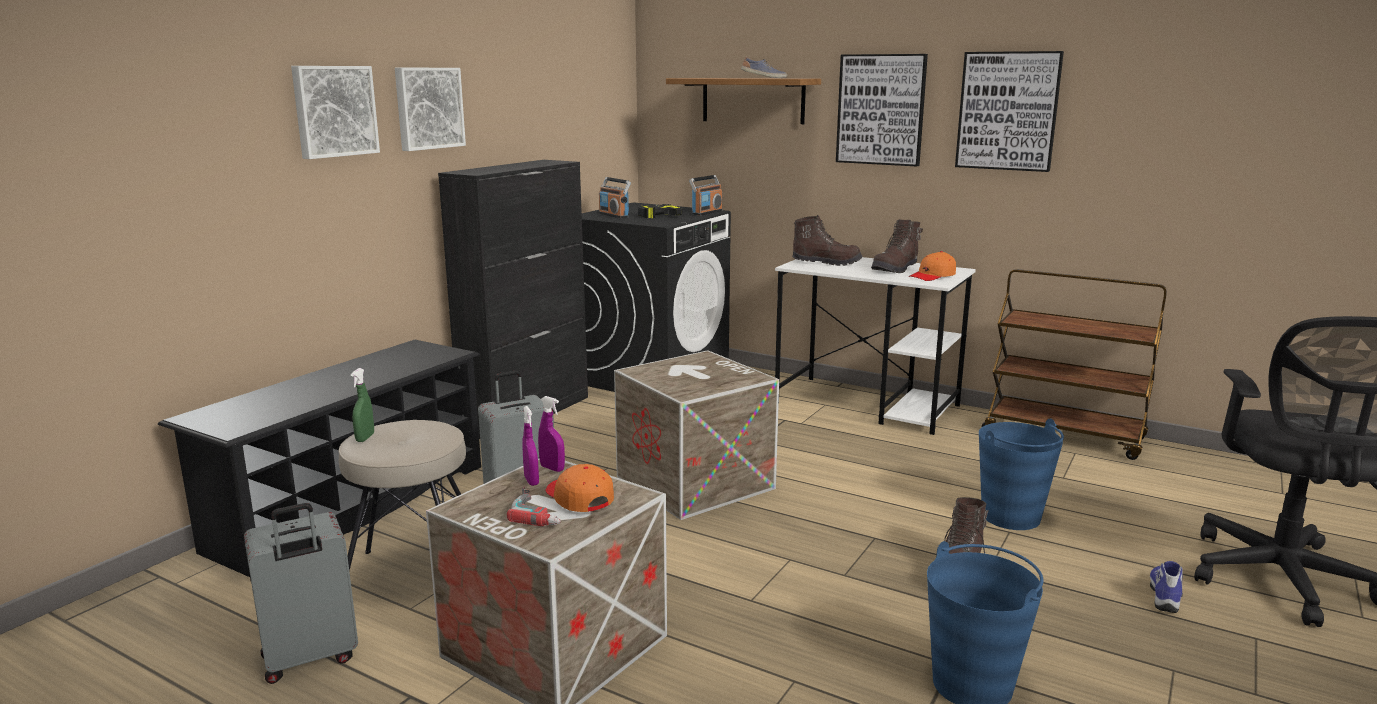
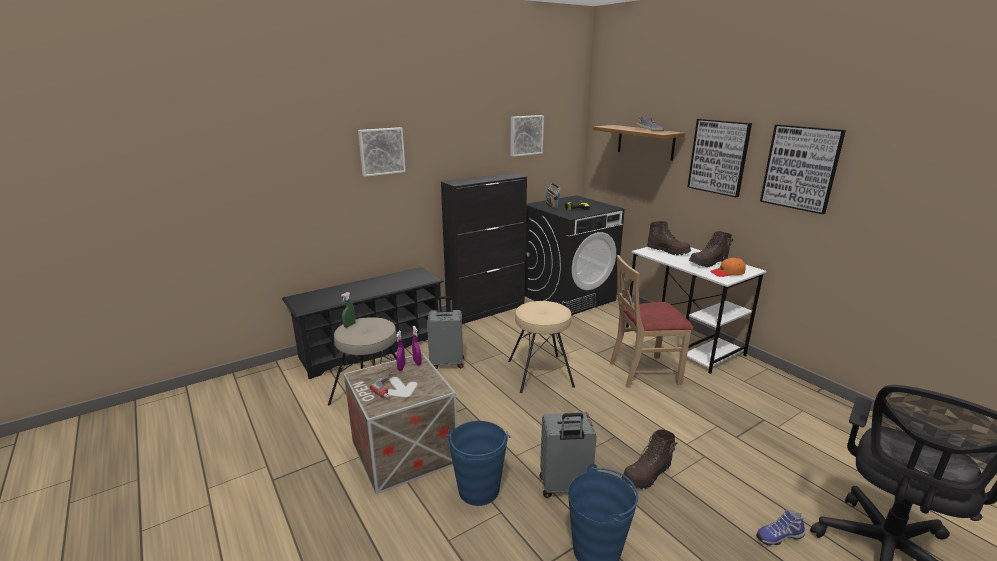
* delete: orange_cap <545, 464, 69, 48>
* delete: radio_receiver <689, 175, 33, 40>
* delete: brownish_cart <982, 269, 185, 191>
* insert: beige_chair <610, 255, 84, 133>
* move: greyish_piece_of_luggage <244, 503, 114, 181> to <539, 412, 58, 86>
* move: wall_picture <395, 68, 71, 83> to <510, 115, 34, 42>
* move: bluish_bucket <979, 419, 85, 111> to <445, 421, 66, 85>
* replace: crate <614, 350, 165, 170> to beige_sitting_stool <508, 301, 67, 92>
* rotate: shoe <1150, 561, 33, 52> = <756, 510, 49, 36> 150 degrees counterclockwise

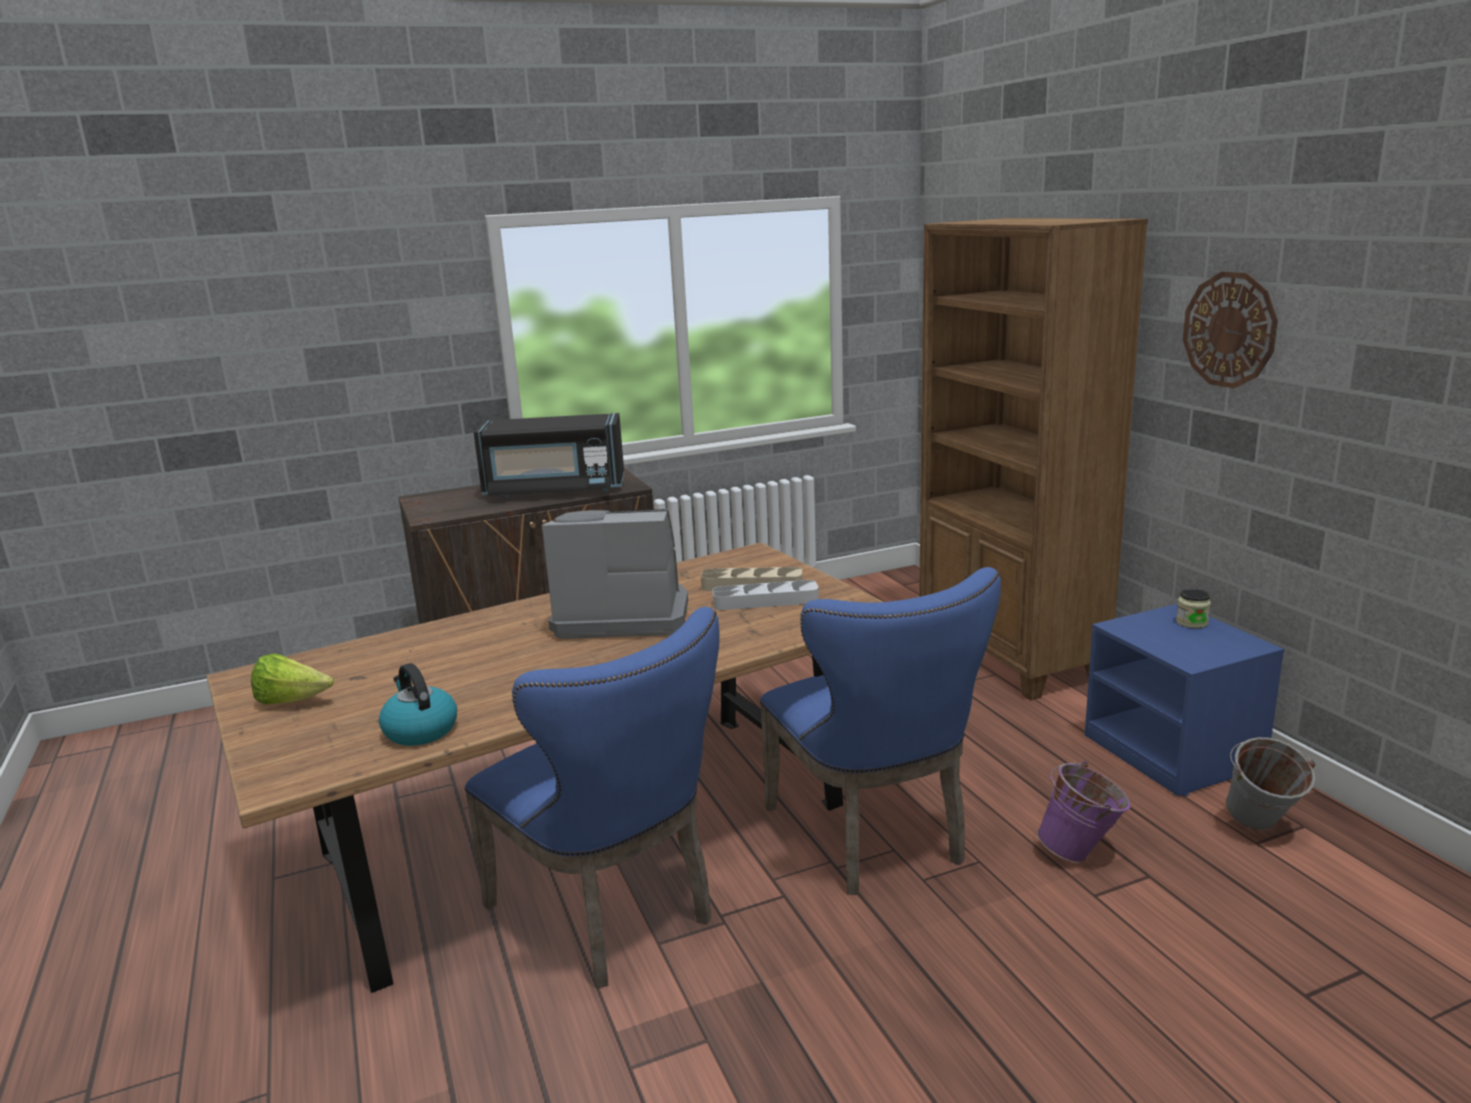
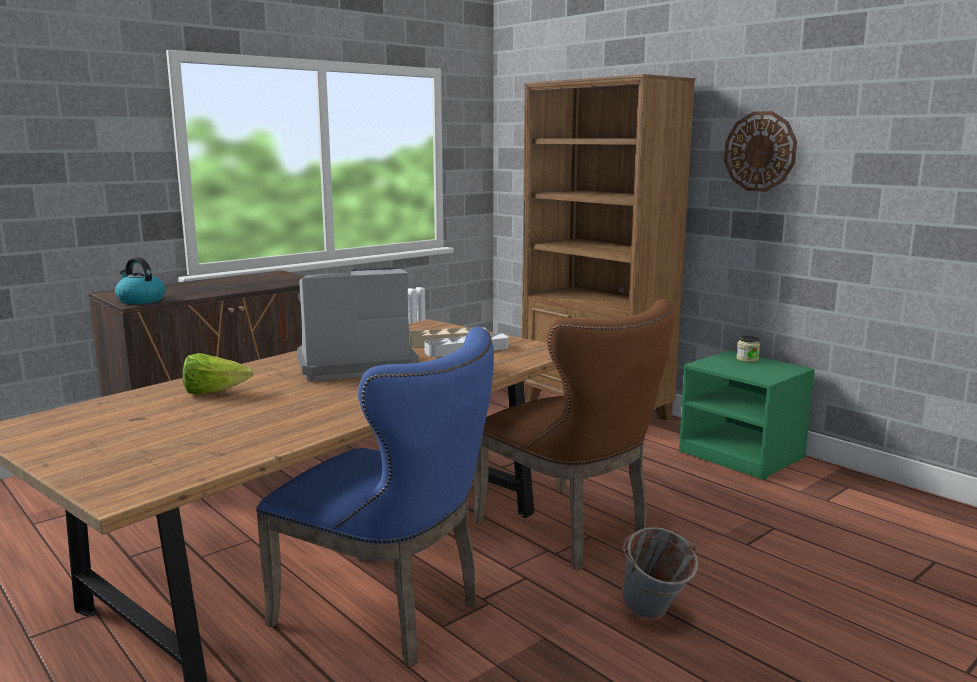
* delete: black-coloured_microwave_oven <474, 413, 150, 84>
* delete: purple_bucket <1037, 761, 94, 102>
* move: head_of_lettuce <251, 653, 83, 51> to <183, 353, 71, 42>
* move: kettle <379, 663, 78, 83> to <115, 257, 50, 47>
* move: greyish_bucket <1226, 737, 90, 94> to <621, 527, 77, 92>
* recolor: bluish_chair <760, 567, 241, 328> to brownish_chair <473, 299, 201, 271>
* recolor: bluish_night_table <1085, 604, 199, 192> to greenish_night_table <679, 350, 136, 129>

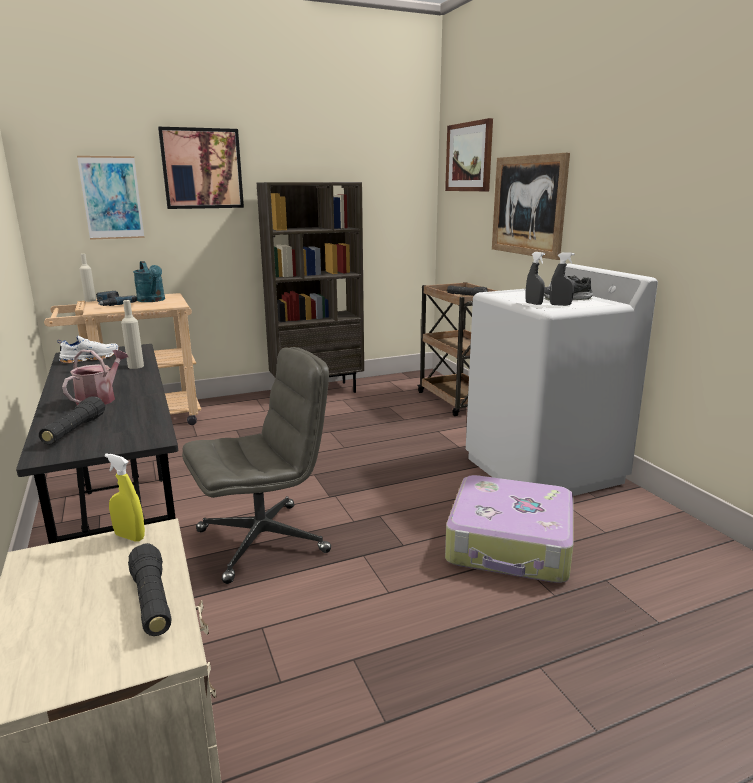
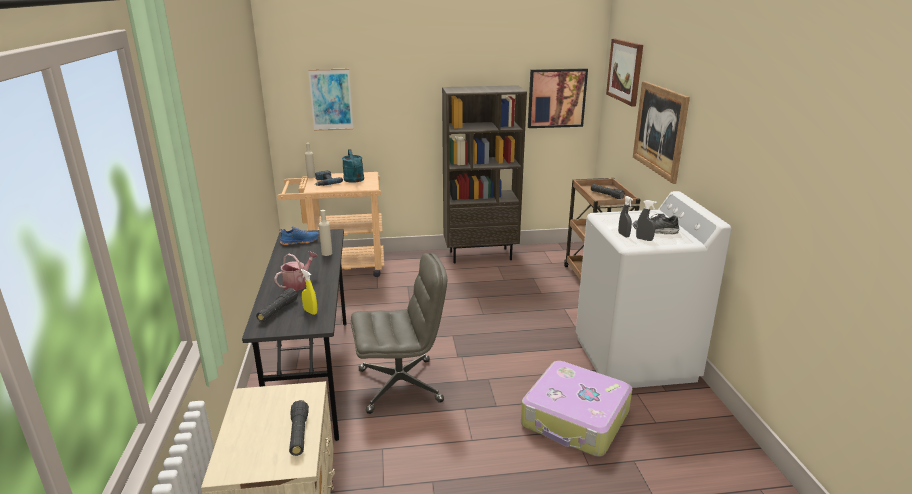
* move: yellow_spray_bottle <105, 453, 40, 89> to <301, 269, 17, 46>
* move: wall_picture <158, 127, 86, 82> to <528, 68, 60, 60>
* recolor: white_shoe <57, 336, 62, 27> to bluish_shoe <279, 226, 40, 19>

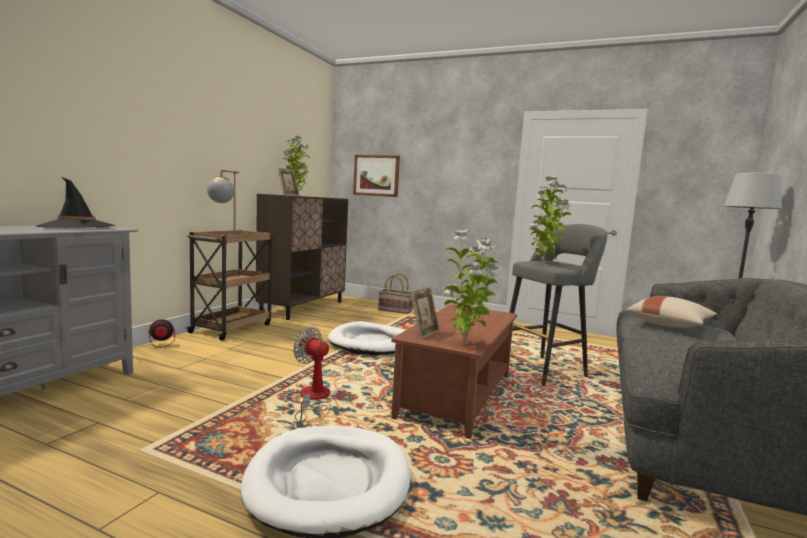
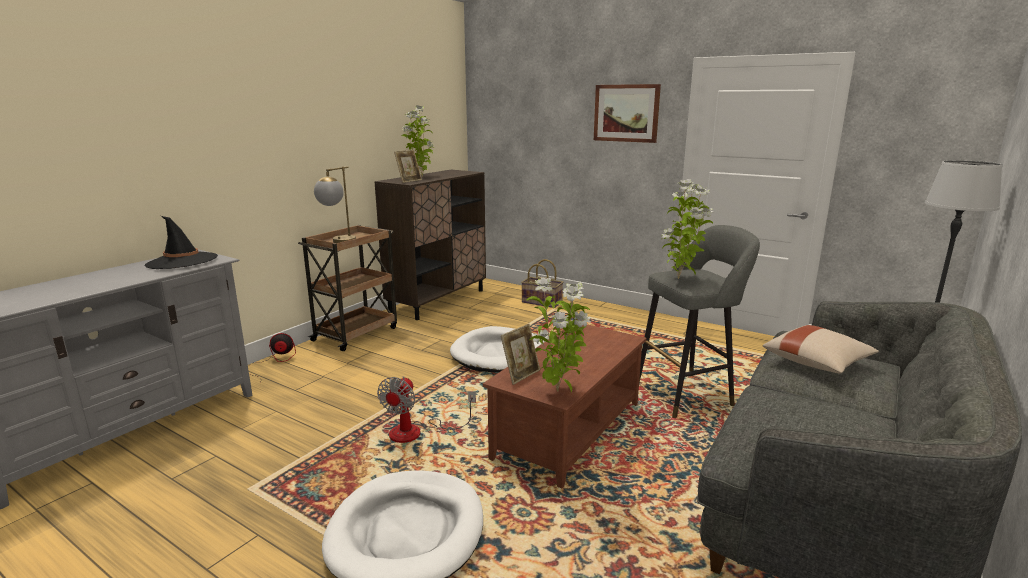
* move: wall_picture <353, 155, 47, 42> to <594, 84, 67, 59>
* rotate: electric_fan <293, 327, 38, 96> = <377, 376, 99, 67> 120 degrees counterclockwise

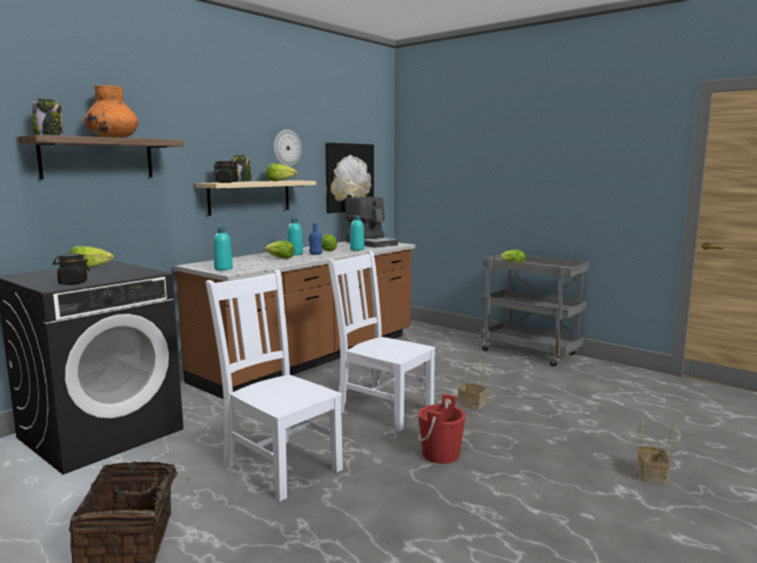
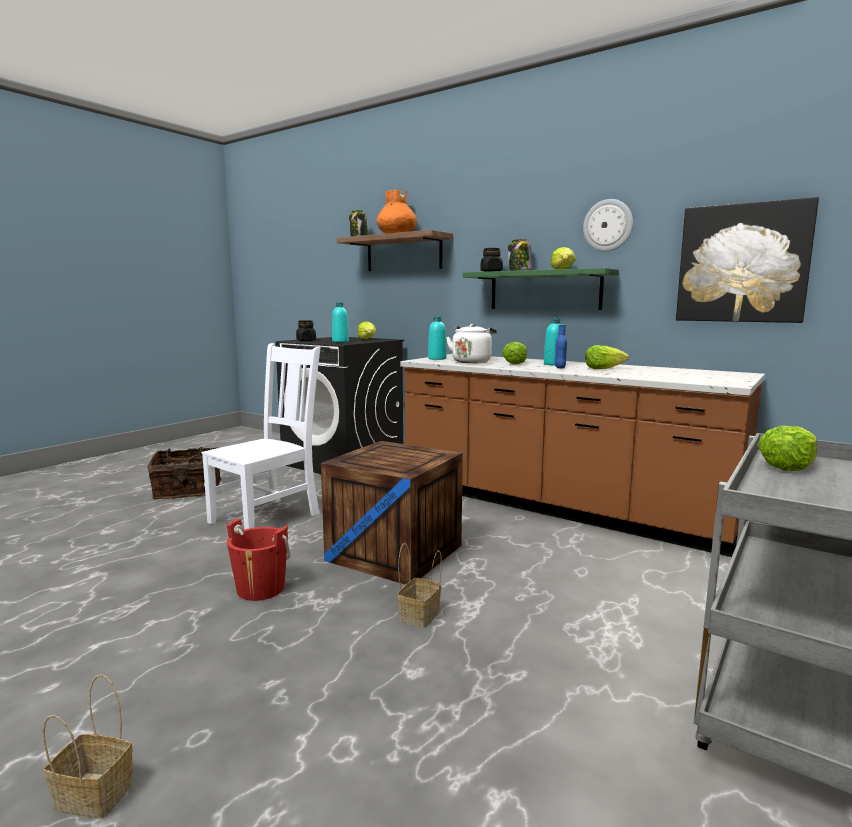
* delete: coffee_brewer <345, 197, 53, 51>
* insert: white_kettle <446, 324, 51, 39>
* move: blue-green_drink_bottle <350, 215, 15, 35> to <332, 302, 17, 40>
* replace: white_chair <328, 251, 108, 181> to crate <321, 441, 142, 144>
* recolor: beige_shelf <196, 180, 120, 36> to greenish_shelf <463, 268, 156, 42>

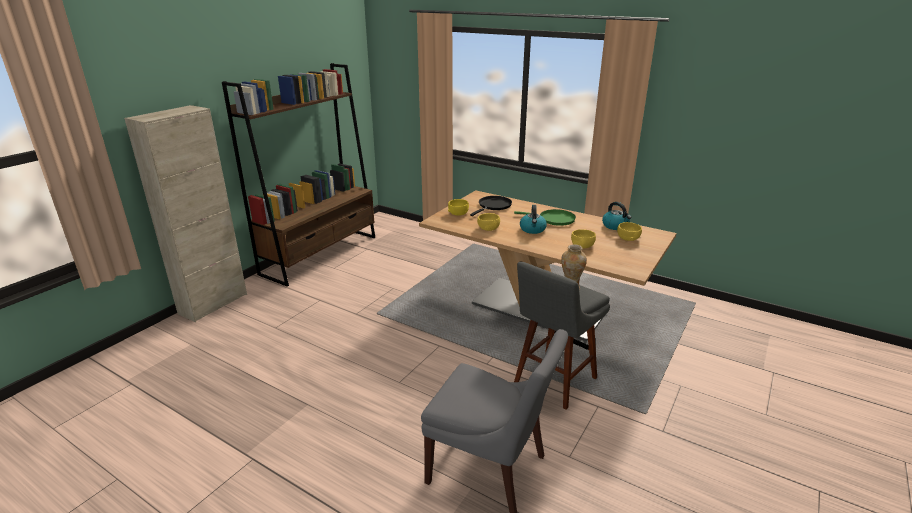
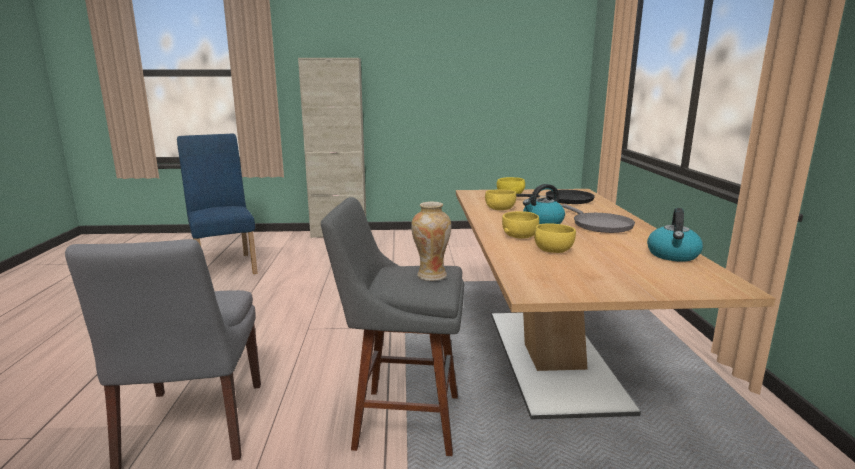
* delete: brownish_bookcase <222, 63, 153, 224>
* insert: bluish_chair <177, 134, 81, 140>
* move: yellow_deep_dish <617, 222, 25, 19> to <502, 211, 37, 28>
* recolor: greenish_pan <514, 209, 62, 17> to greyish_pan <562, 204, 73, 29>

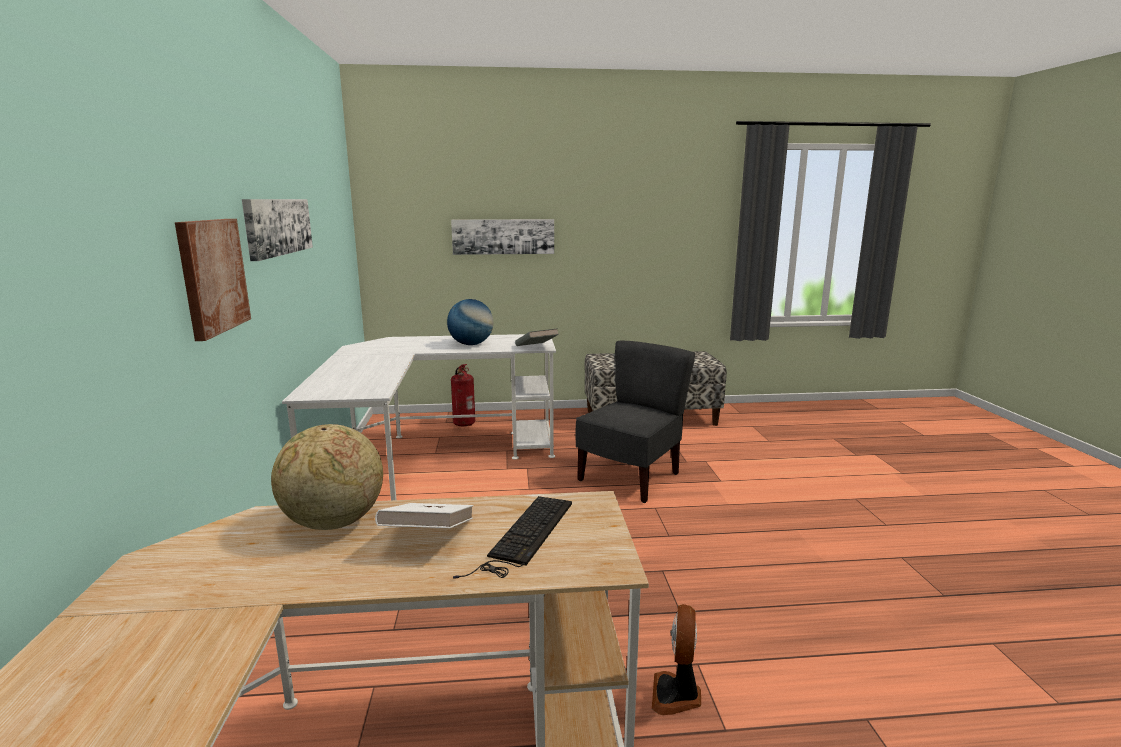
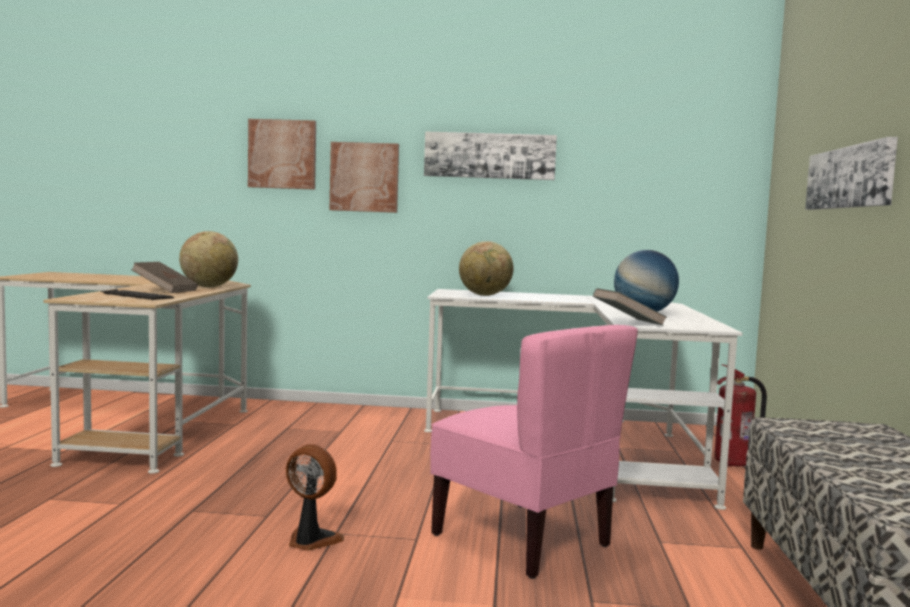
* insert: wall_picture <248, 119, 68, 71>
* insert: desk_globe <459, 241, 55, 55>
* move: electric_fan <652, 604, 49, 111> to <286, 444, 58, 107>
* recolor: white_volume <375, 503, 99, 25> to brownish_volume <131, 262, 67, 31>
* recolor: greyish_chair <575, 341, 120, 162> to pink_chair <430, 325, 208, 254>

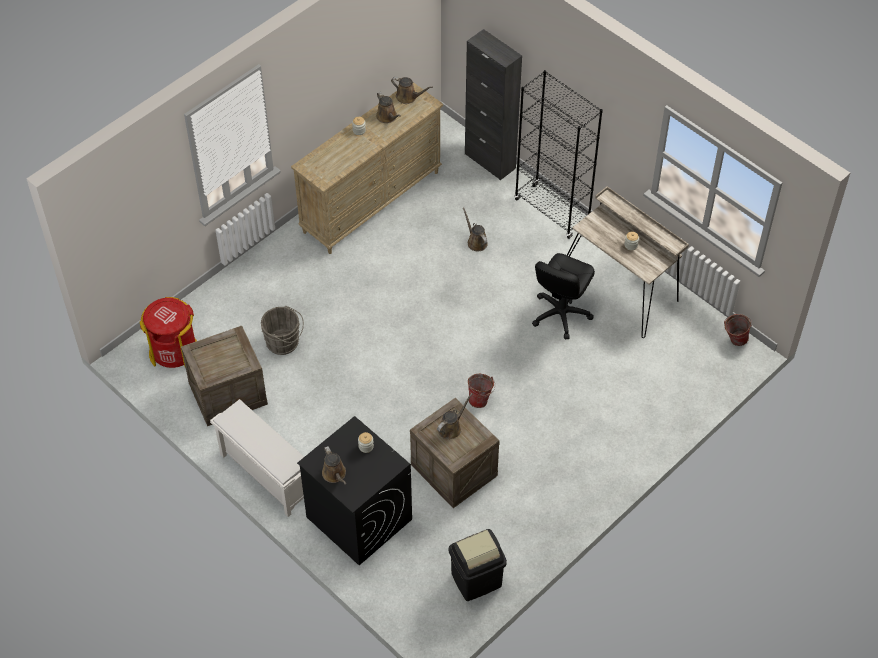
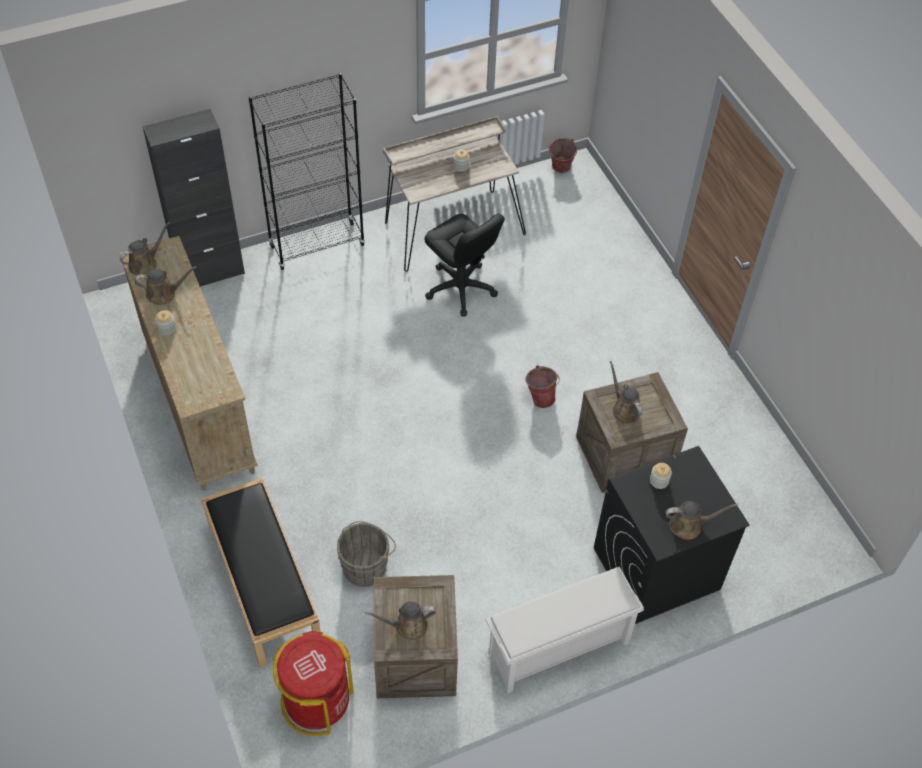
* delete: black-coloured_trash_can <449, 529, 58, 72>
* insert: black-coloured_bench <202, 478, 119, 190>
* move: brownish_watering_can <463, 207, 25, 44> to <365, 601, 71, 39>

